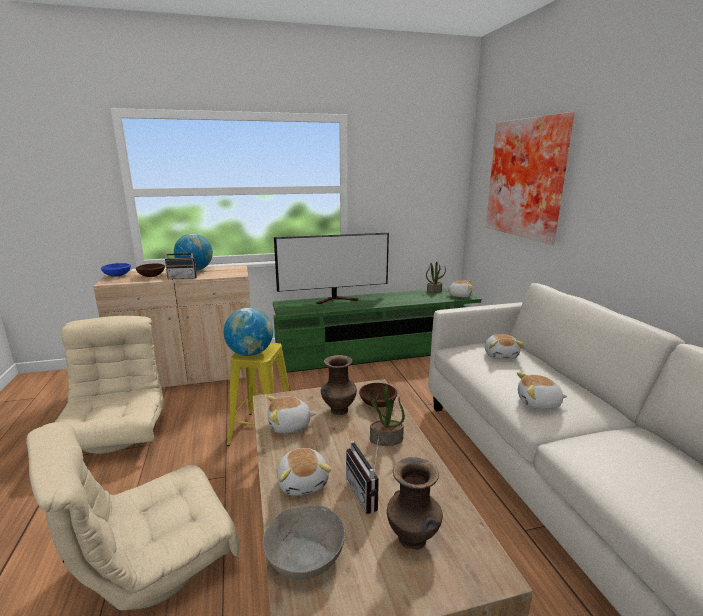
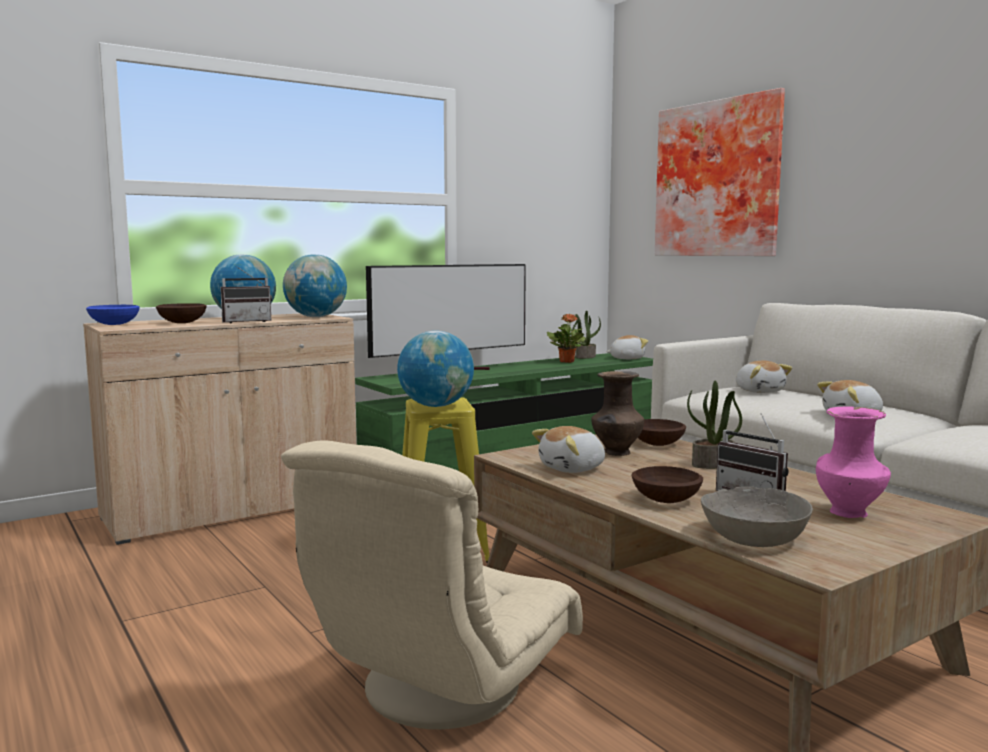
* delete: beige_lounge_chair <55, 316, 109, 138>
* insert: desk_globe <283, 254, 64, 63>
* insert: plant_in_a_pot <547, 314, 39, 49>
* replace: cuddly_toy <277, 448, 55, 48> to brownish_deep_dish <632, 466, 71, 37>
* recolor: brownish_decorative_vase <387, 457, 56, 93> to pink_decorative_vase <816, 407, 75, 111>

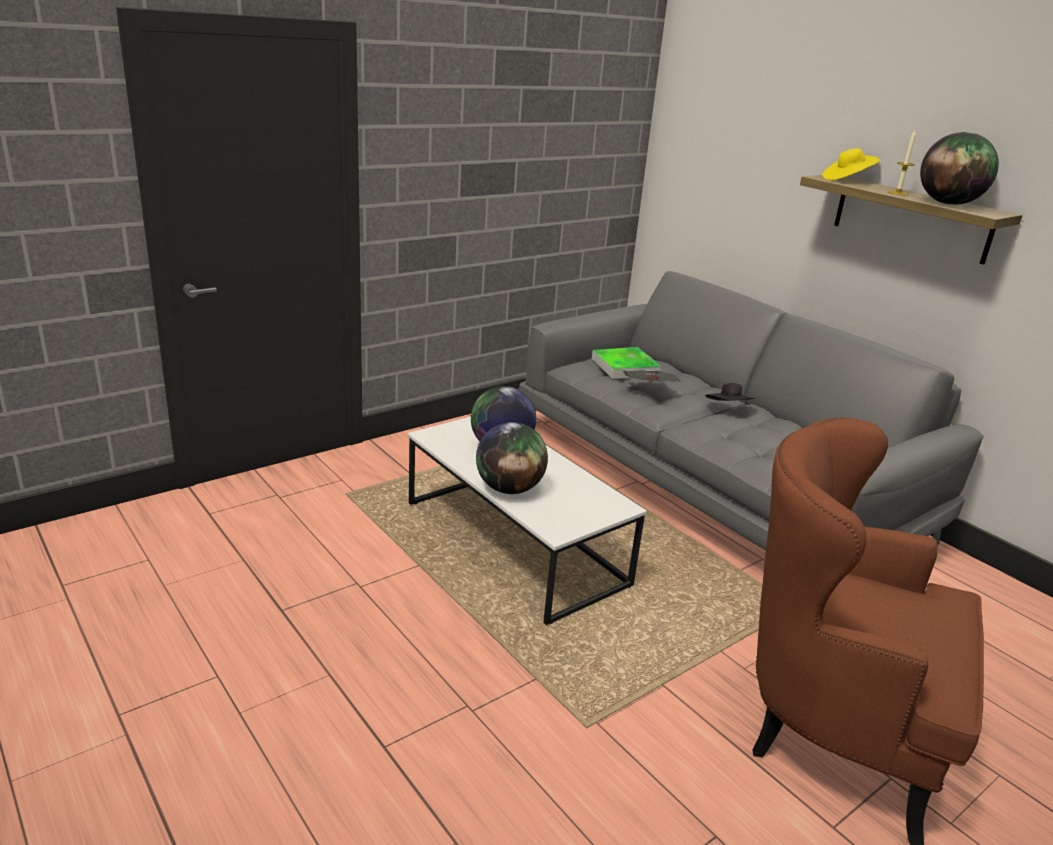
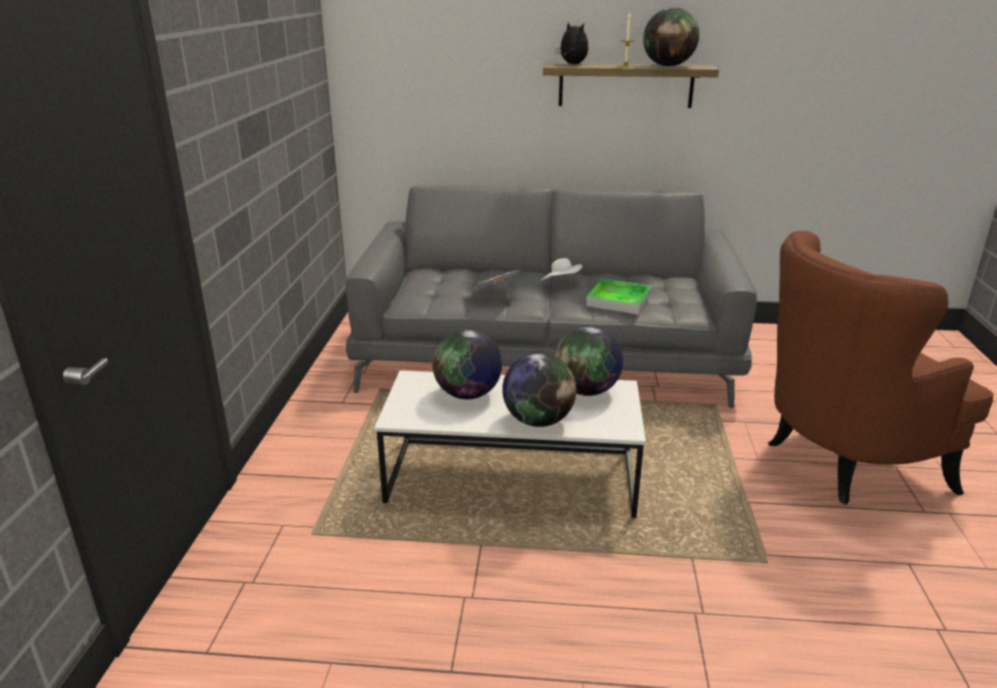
* insert: desk_globe <554, 327, 69, 69>
* move: tray <592, 347, 68, 32> to <586, 279, 66, 36>
* replace: yellow_wearable_hat <822, 148, 58, 32> to cuddly_toy <555, 23, 34, 41>
* recolor: black-coloured_wearable_hat <705, 383, 50, 18> to white_wearable_hat <540, 258, 42, 23>

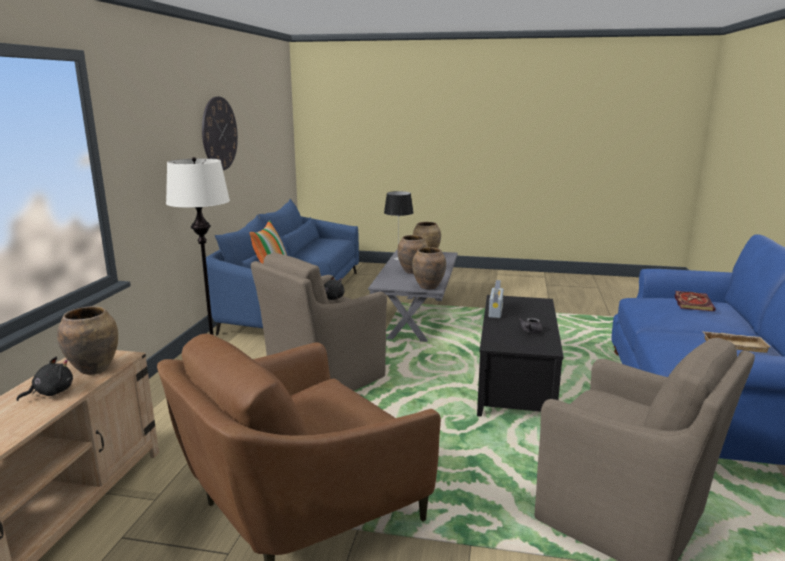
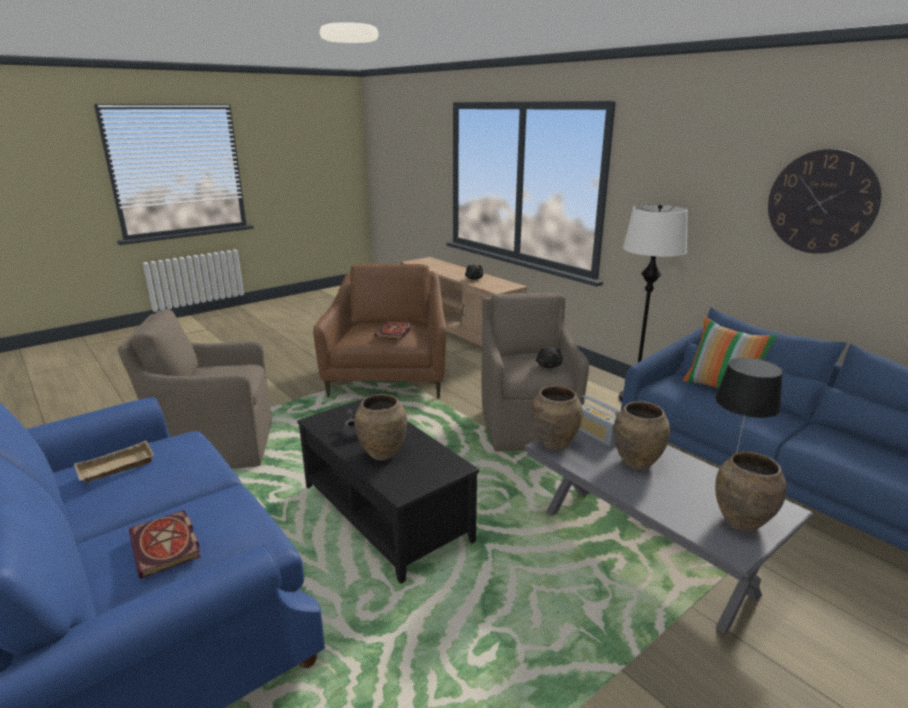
* insert: volume <375, 321, 37, 18>
* move: brownish_decorative_vase <57, 306, 61, 69> to <354, 394, 53, 66>
* move: radio_receiver <489, 280, 15, 38> to <579, 395, 41, 52>

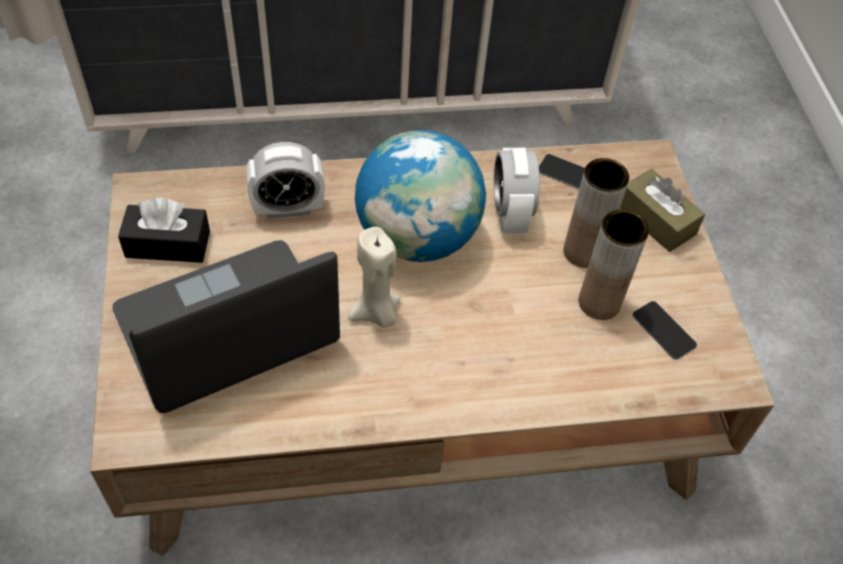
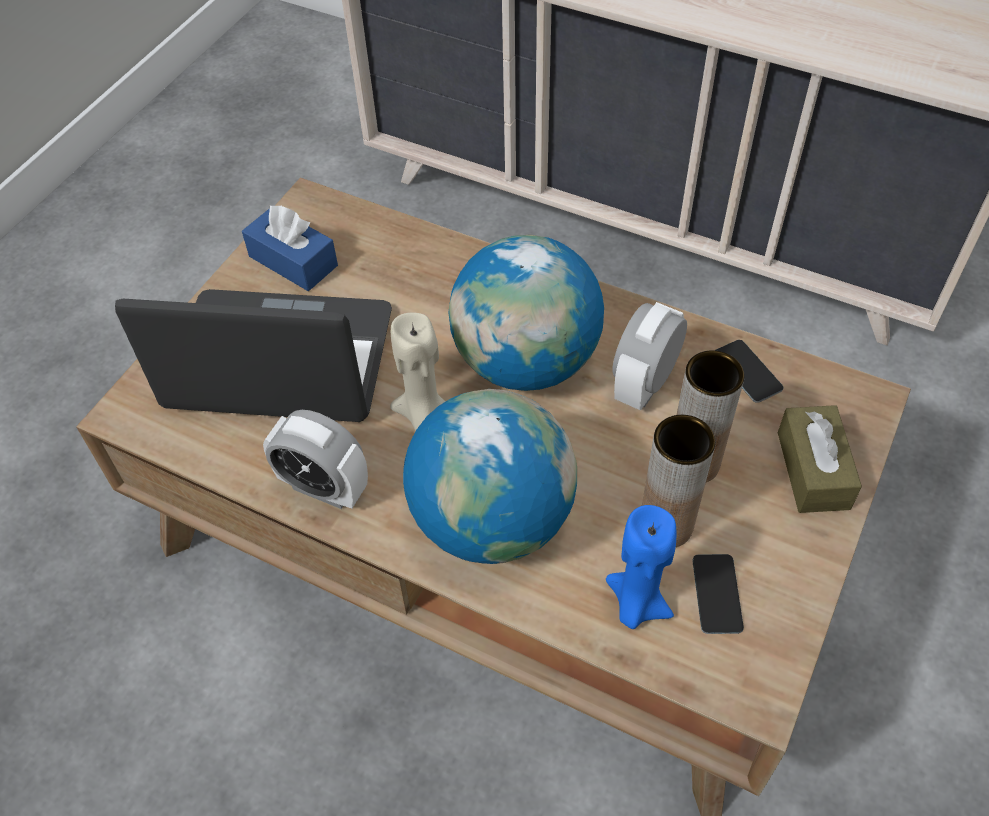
* insert: desk_globe <403, 389, 174, 175>
* insert: bluish_candle <606, 505, 71, 124>
* move: bedside_clock <246, 142, 79, 77> to <263, 410, 105, 99>
* recolor: black-coloured_tissue_box <118, 198, 92, 65> to bluish_tissue_box <242, 206, 96, 85>

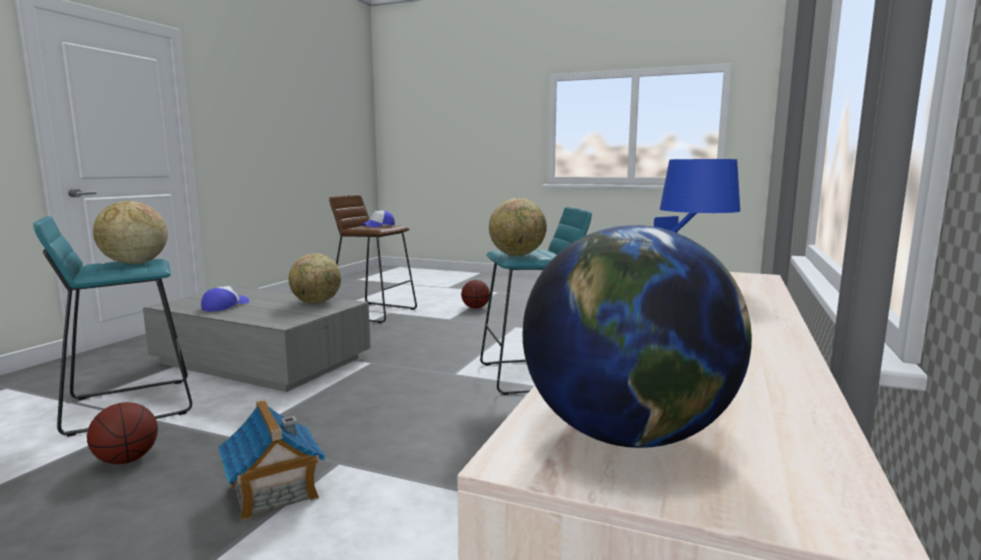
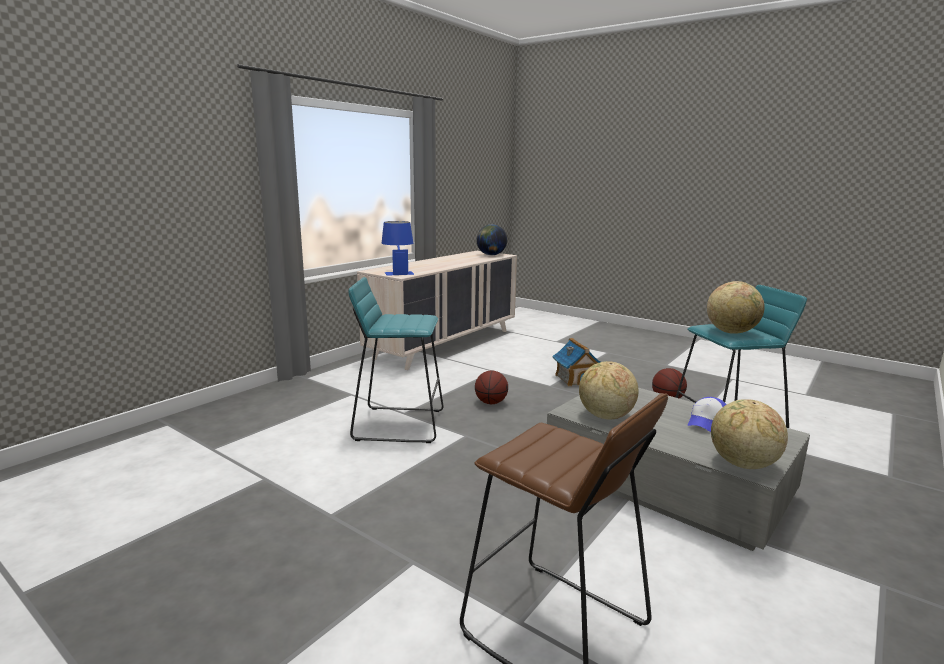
* delete: cap <361, 210, 34, 18>
* move: basketball <461, 280, 29, 29> to <475, 370, 33, 34>
* move: desk_globe <489, 198, 58, 58> to <711, 399, 77, 70>

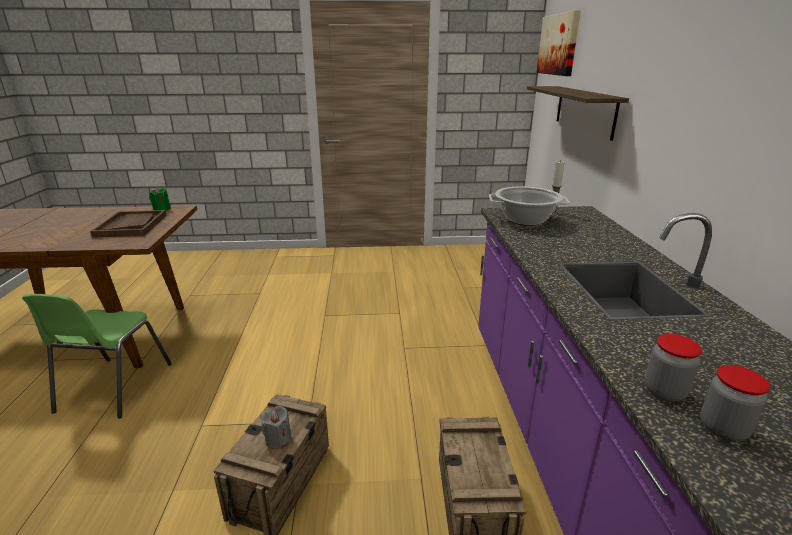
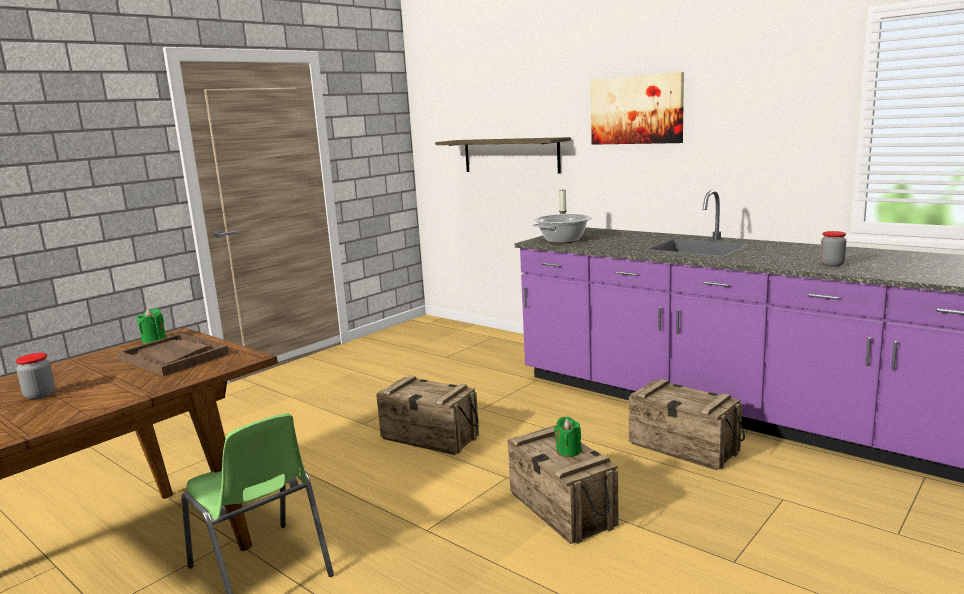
* insert: crate <376, 376, 103, 79>
* move: wall_picture <536, 10, 45, 66> to <591, 72, 93, 73>
* move: preserve_jar <644, 334, 58, 68> to <16, 353, 39, 47>
* recolor: greyish_candle <261, 406, 30, 43> to greenish_candle <554, 417, 28, 40>

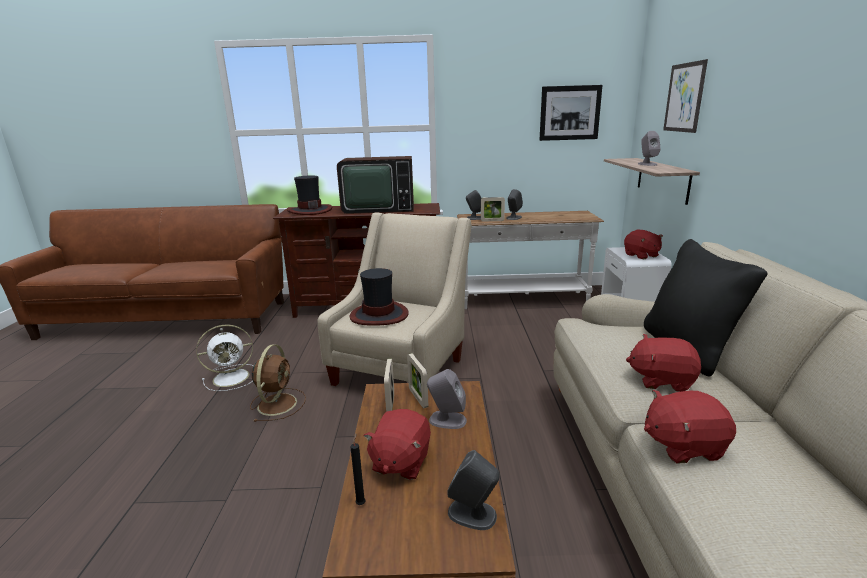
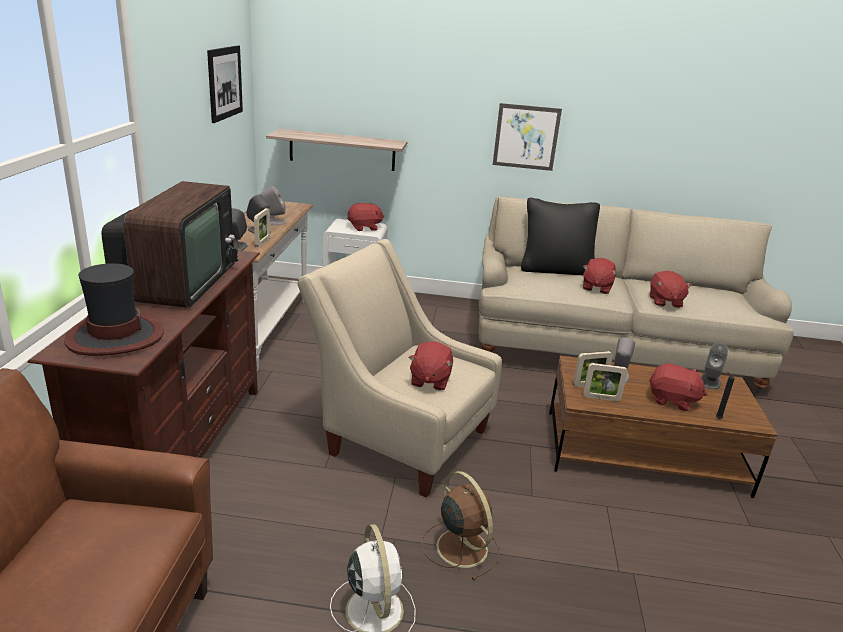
* move: greyish_speaker <638, 131, 23, 35> to <261, 186, 25, 39>
* move: wall_picture <663, 59, 45, 74> to <493, 103, 69, 68>
* replace: wearable_hat <350, 268, 59, 58> to red_cuddly_toy <408, 341, 45, 50>
* rotate: brownish_electric_fan <250, 344, 56, 78> = <421, 471, 79, 109> 45 degrees clockwise

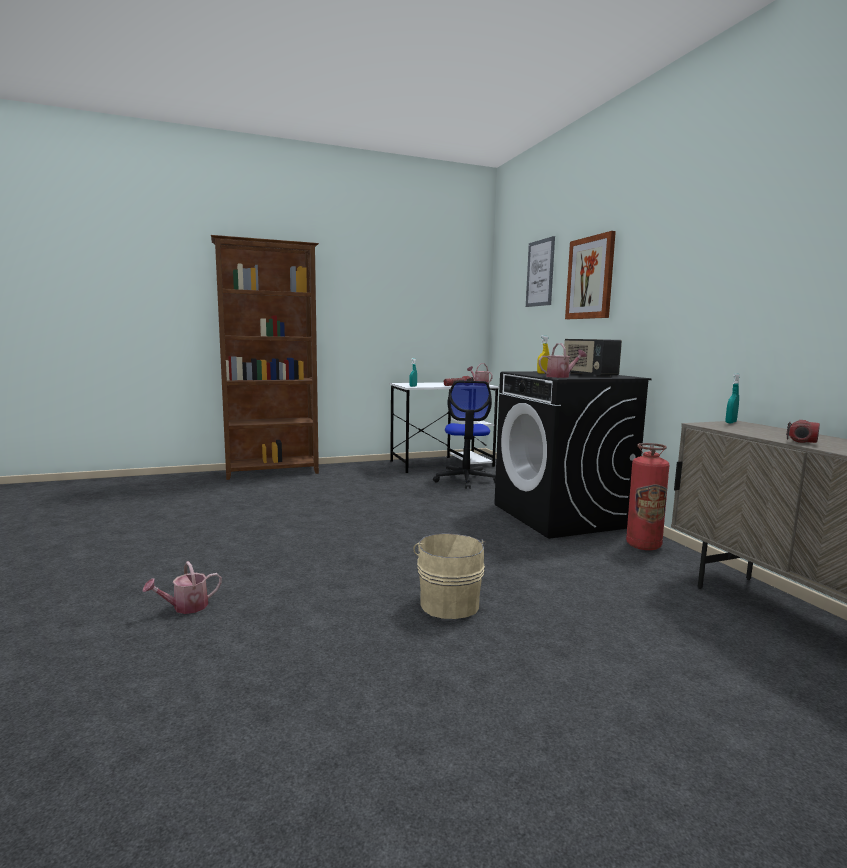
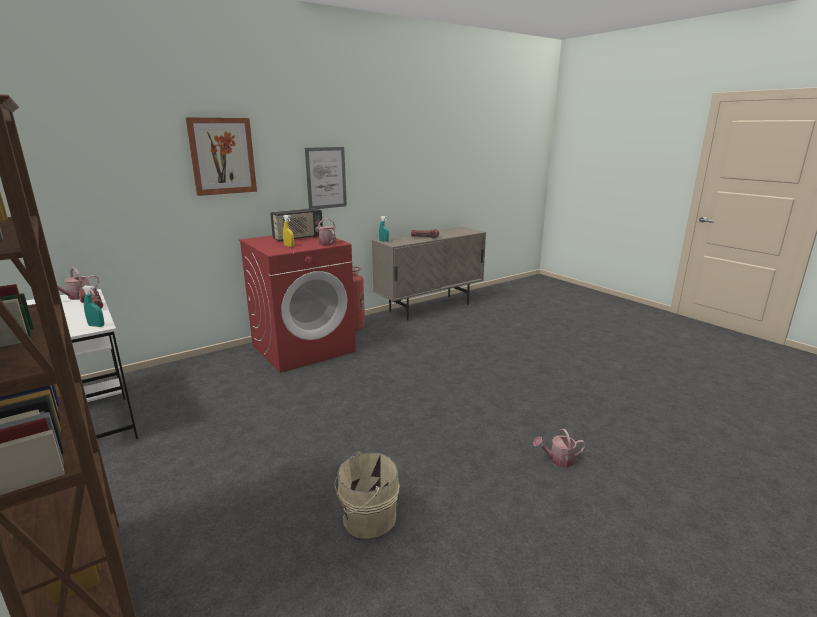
* delete: desk_chair <433, 381, 63, 108>
* move: beige_bucket <413, 533, 73, 86> to <334, 451, 66, 88>
* move: wall_picture <526, 236, 29, 71> to <305, 147, 42, 62>
* recolor: black-coloured_laundry_machine <494, 371, 158, 168> to red_laundry_machine <239, 235, 117, 138>
* rotate: watering_can <142, 561, 80, 53> = <533, 429, 53, 39> 135 degrees clockwise

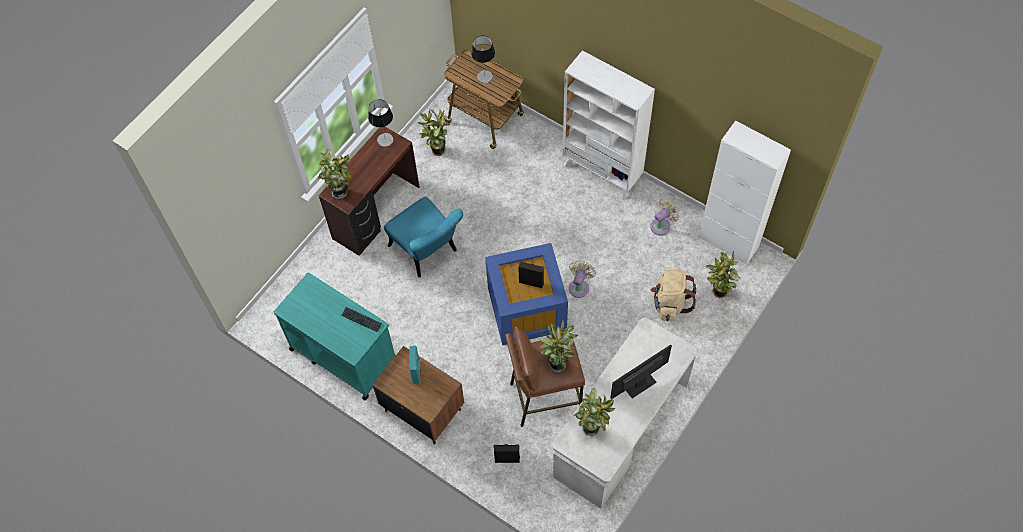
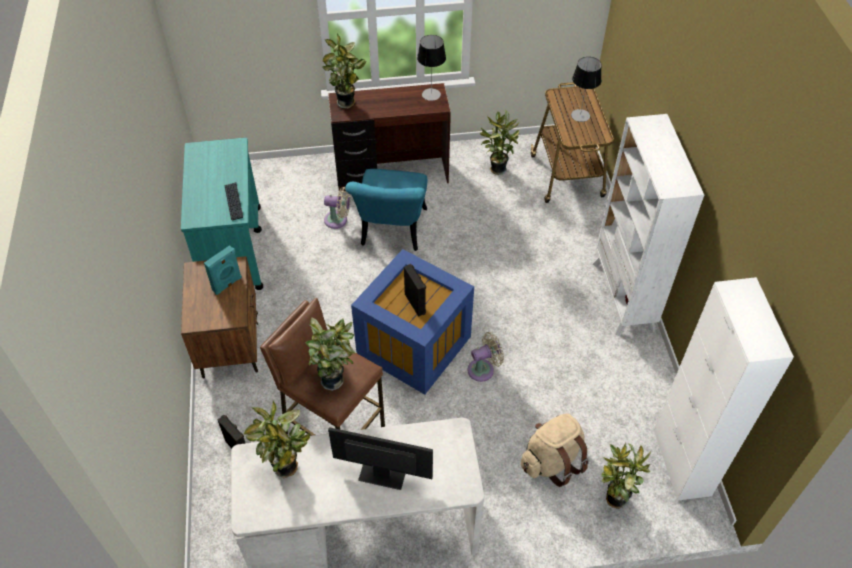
* move: beige_electric_fan <650, 198, 30, 38> to <324, 187, 27, 42>

